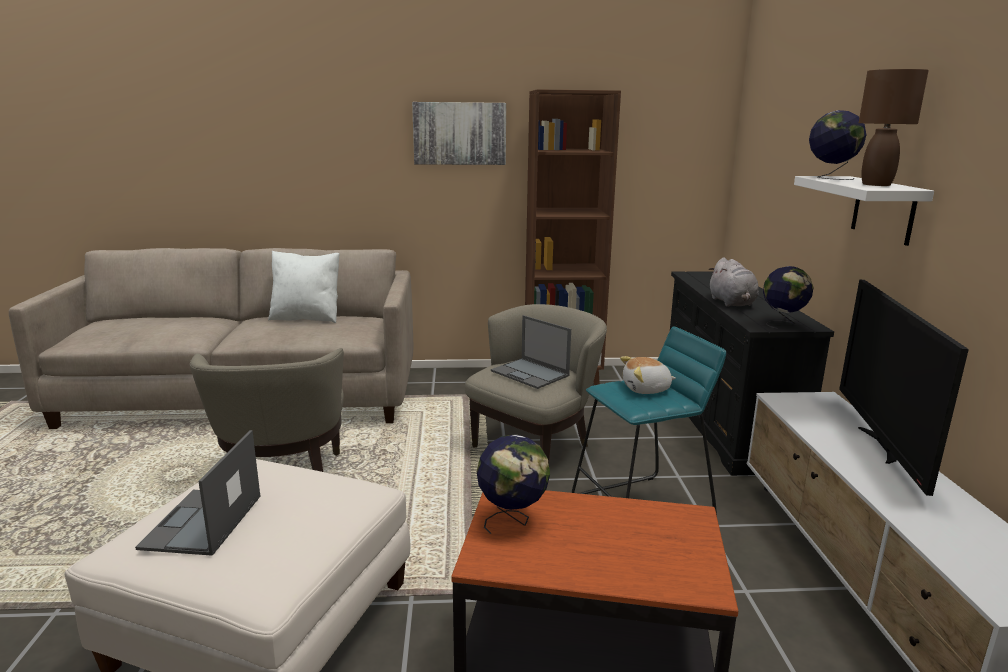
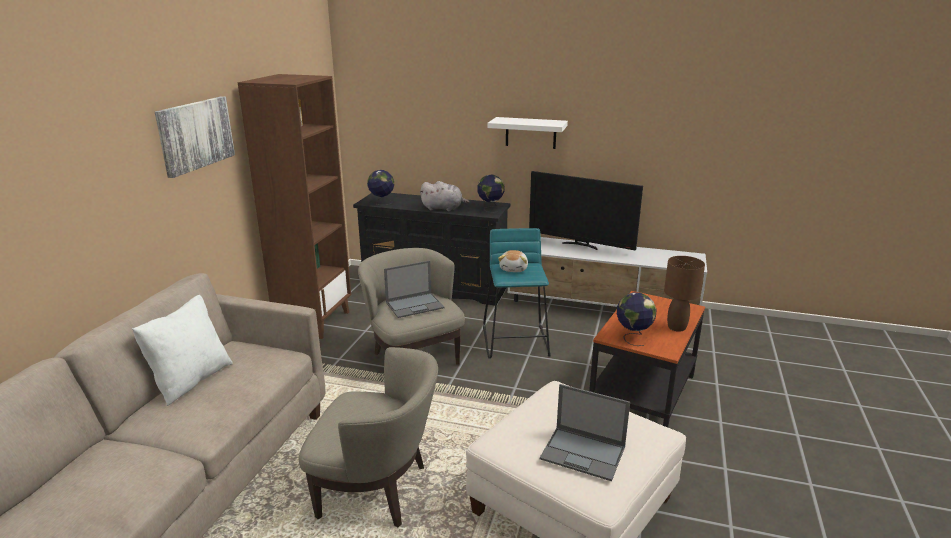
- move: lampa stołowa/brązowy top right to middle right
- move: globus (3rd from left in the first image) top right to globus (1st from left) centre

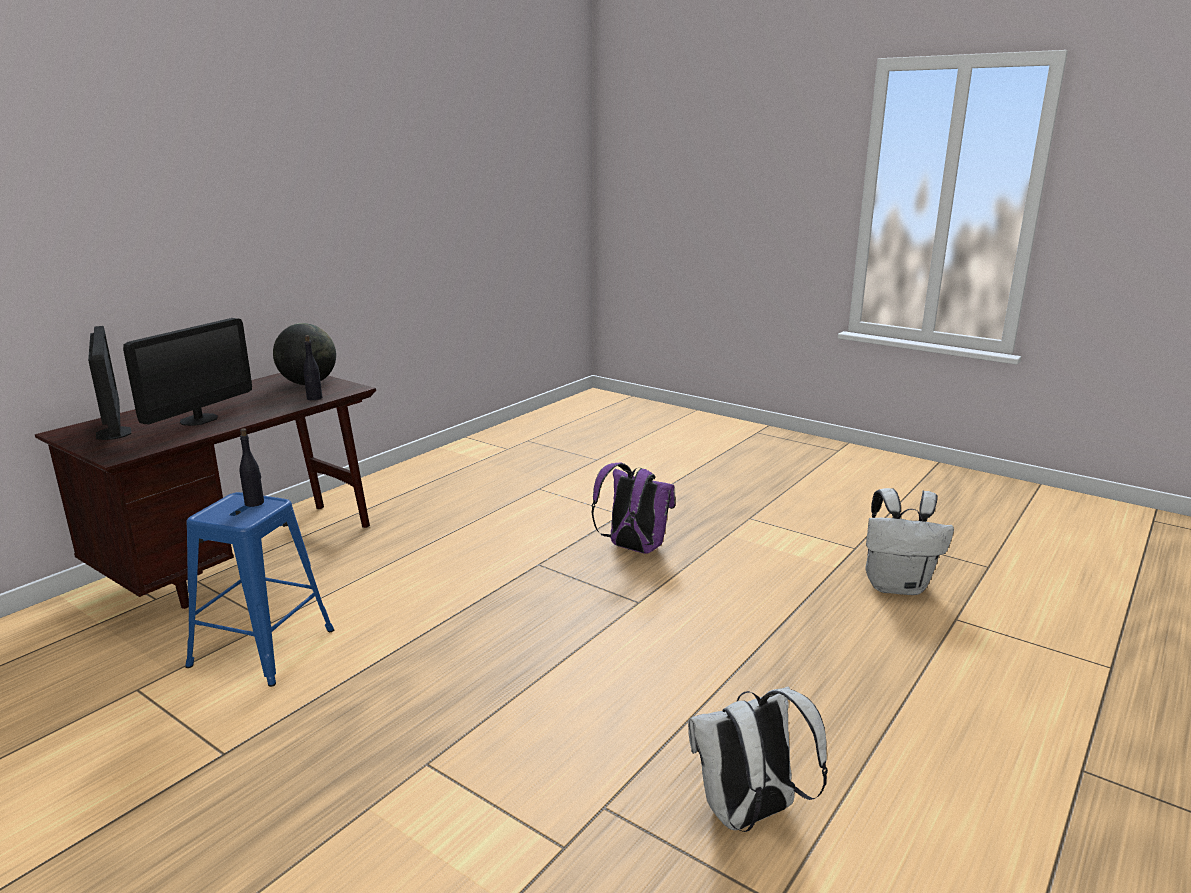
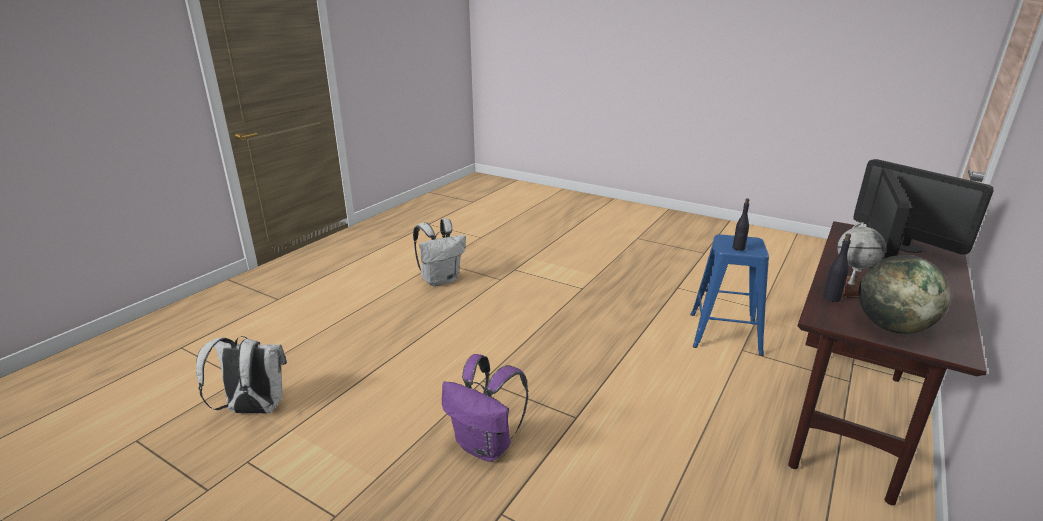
- insert: globus (1st from left) middle right

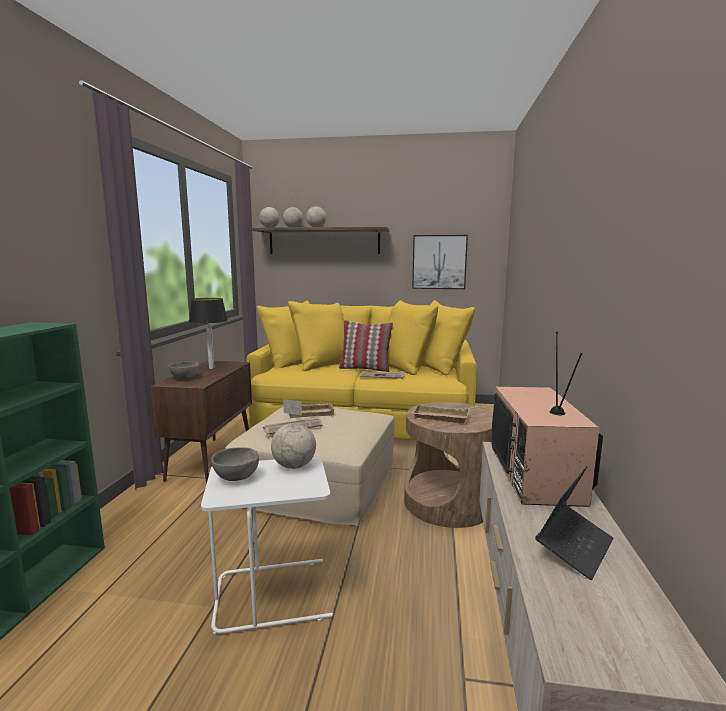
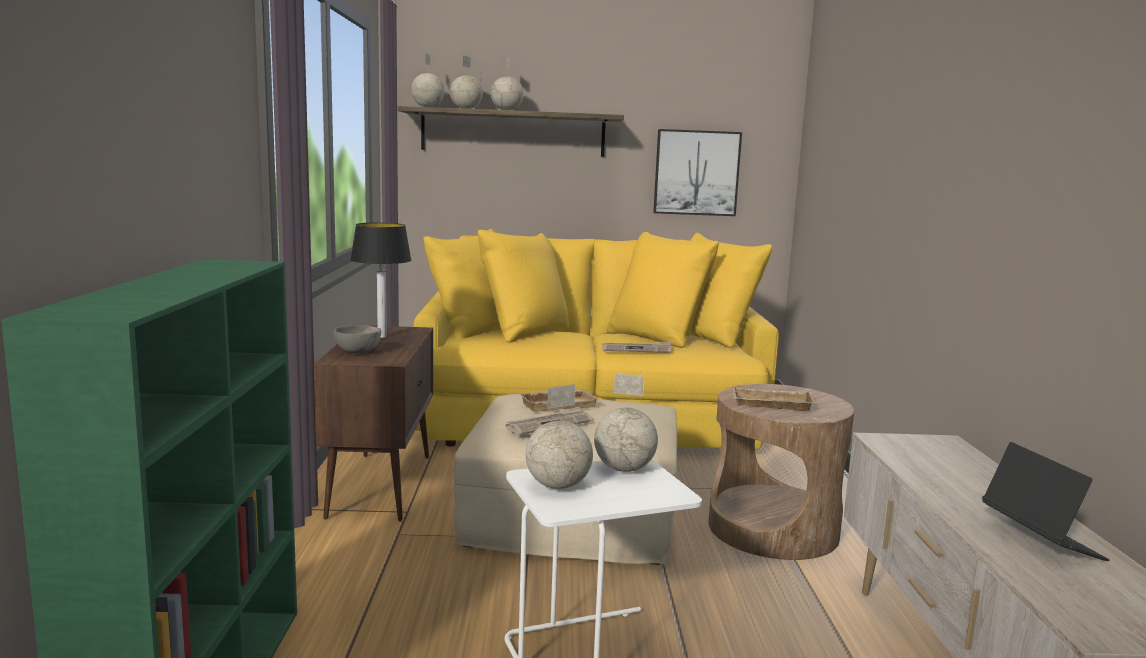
- delete: poduszka centre
- delete: telewizor middle right
- replace: miska/szary (2nd from left) middle left to globus (4th from left) centre
- rotate: laptop bottom right = bottom right 45 degrees counterclockwise

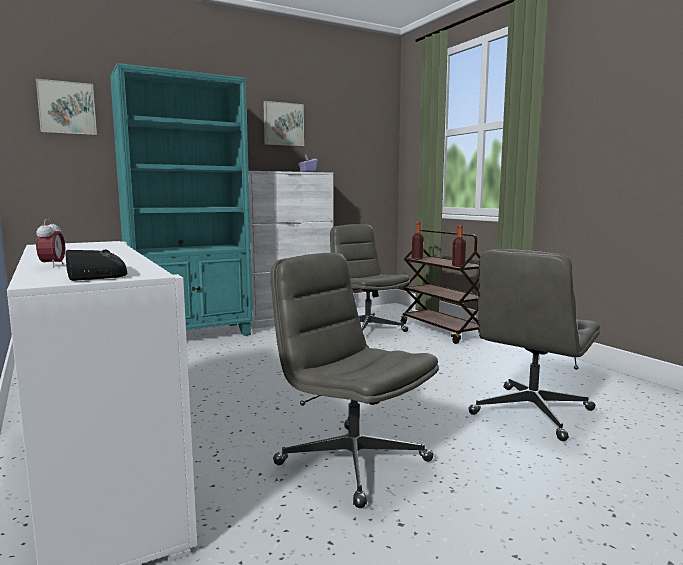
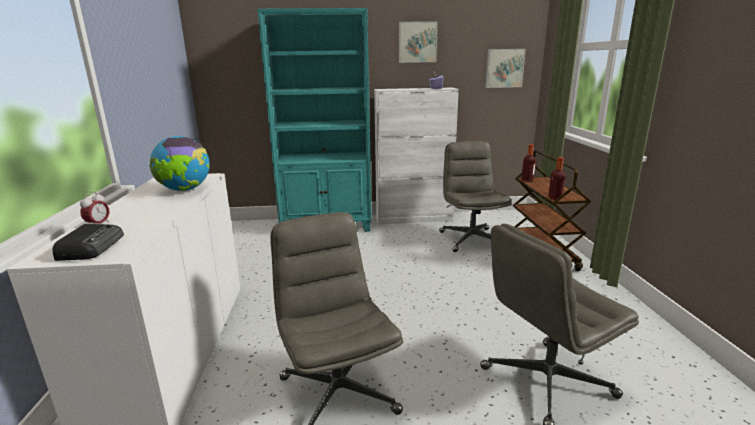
- move: obraz (1st from left in the first image) top left to obraz (2nd from left) top right
- insert: globus middle left

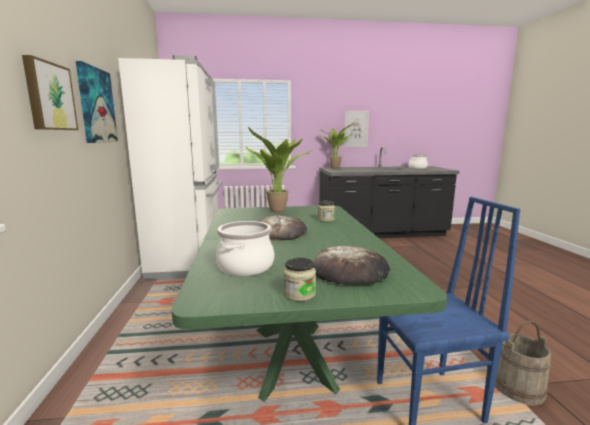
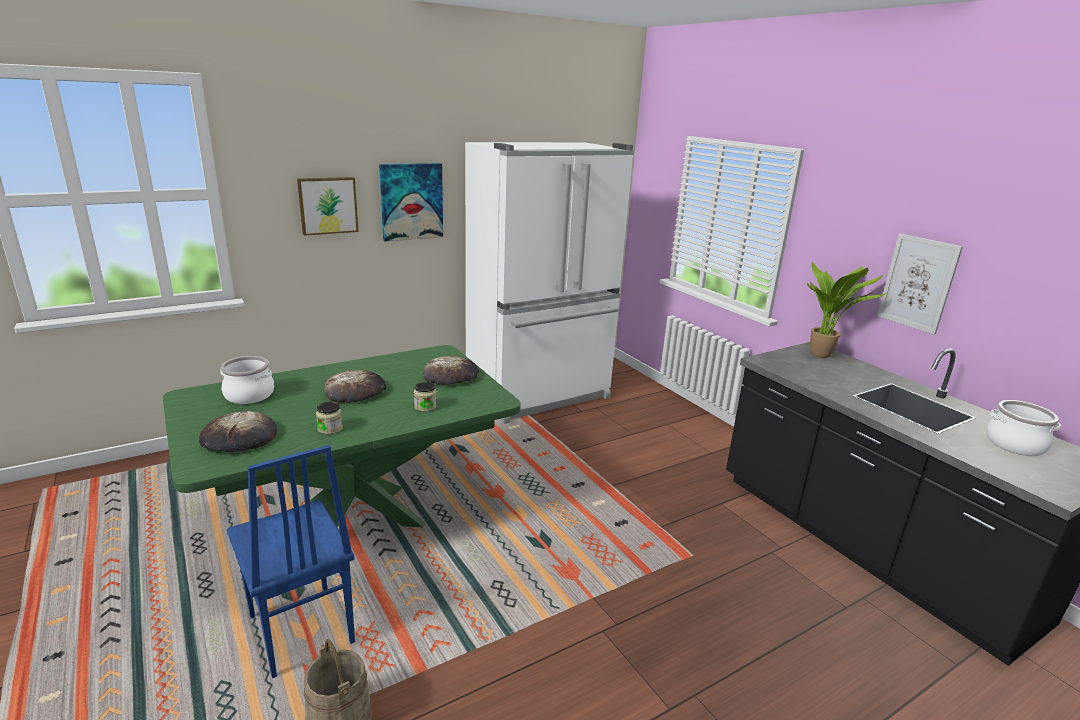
- replace: roślina doniczkowa (1st from left) centre to chleb (3rd from left) centre
- move: słoik (1st from left) centre to middle left

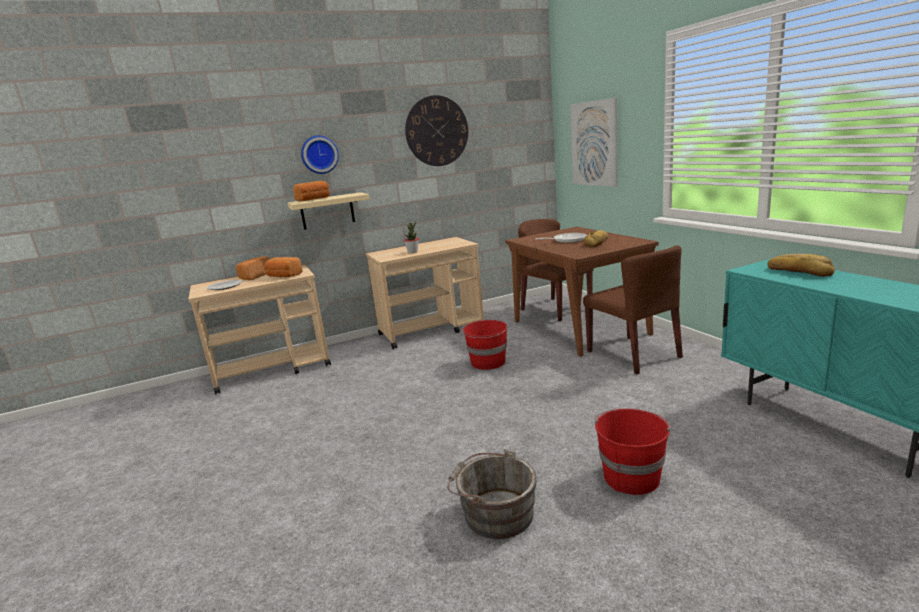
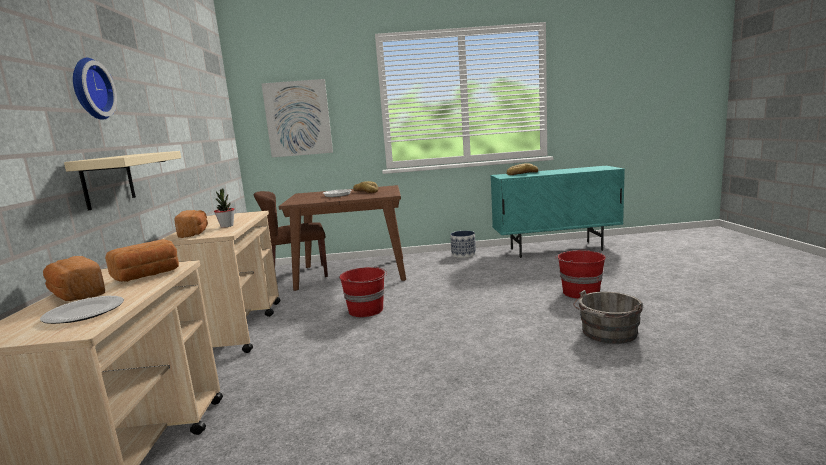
- delete: zegar ścienny (2nd from left) top centre
- move: chleb (3rd from left) top centre to middle left
- delete: krzesło/brązowy (2nd from left) middle right
- insert: donica centre

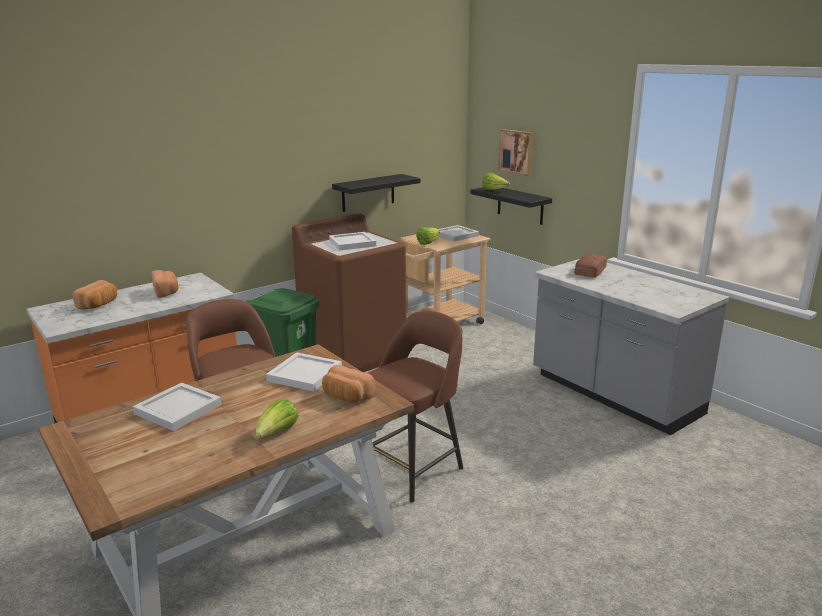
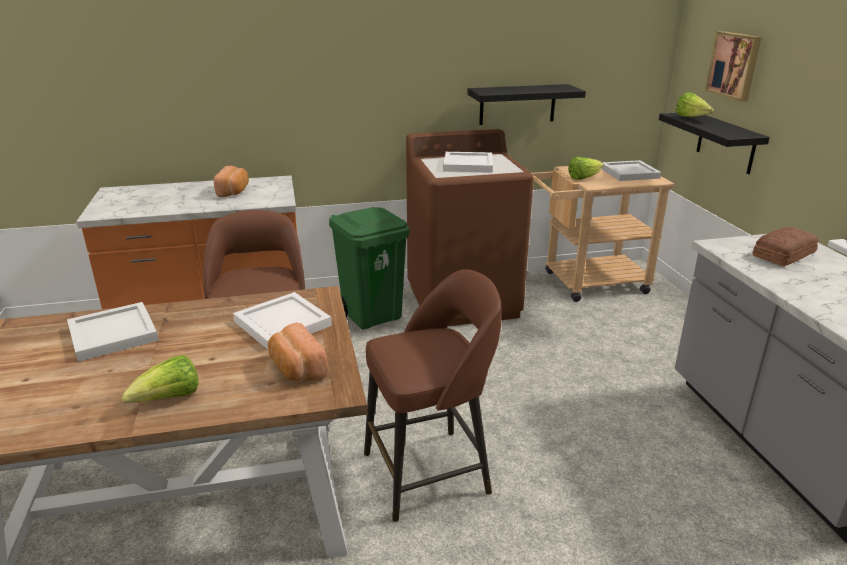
- delete: chleb (1st from left) middle left

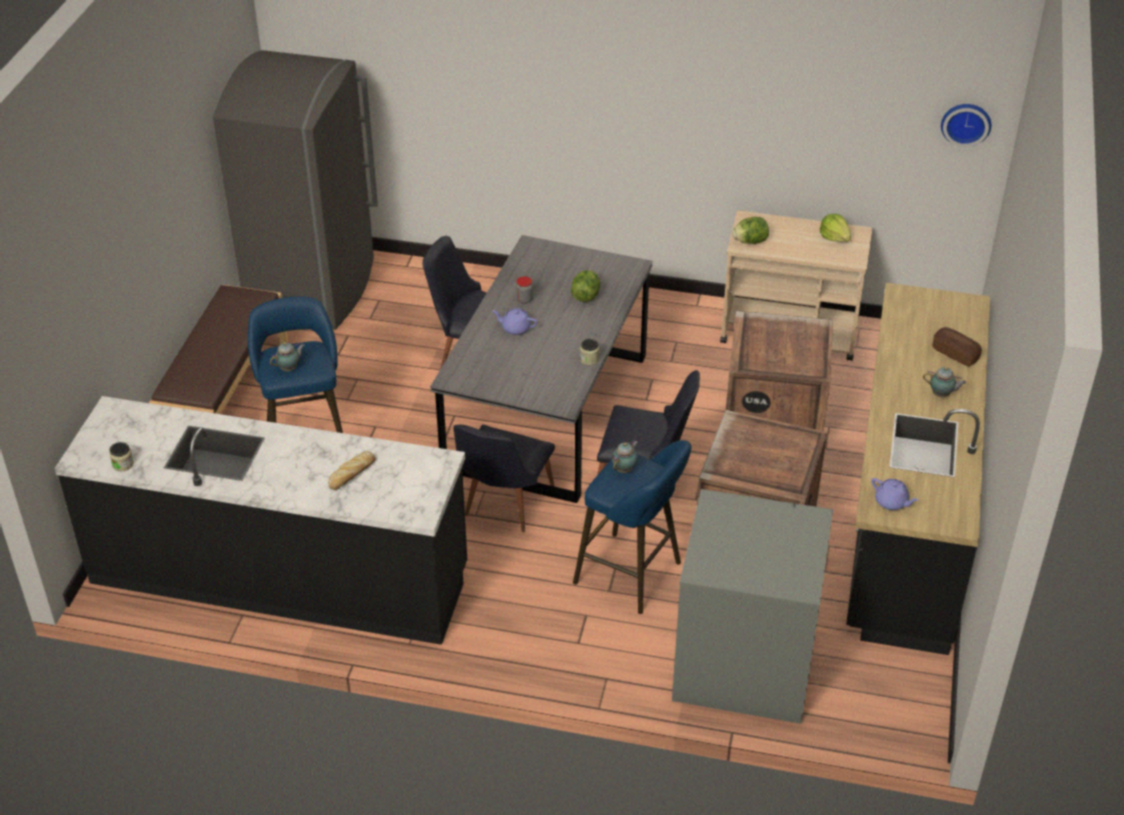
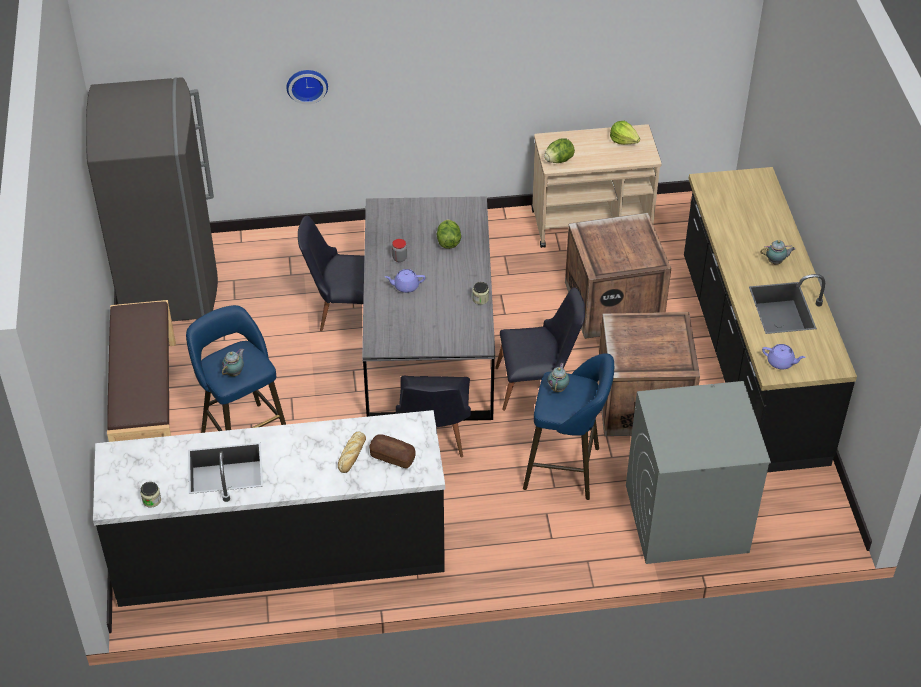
- move: zegar ścienny top right to top centre
- move: chleb (2nd from left) middle right to centre

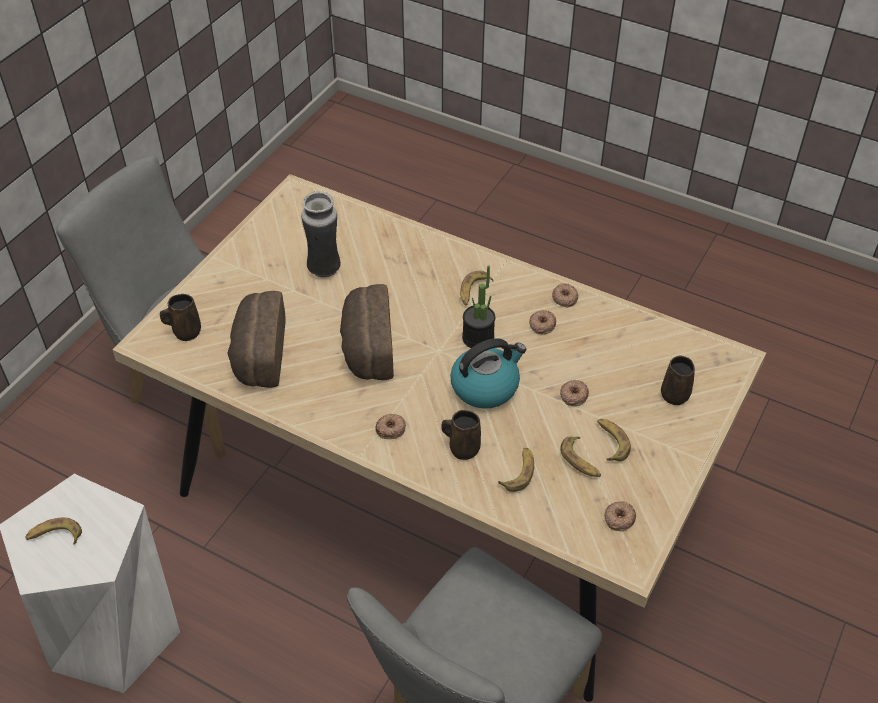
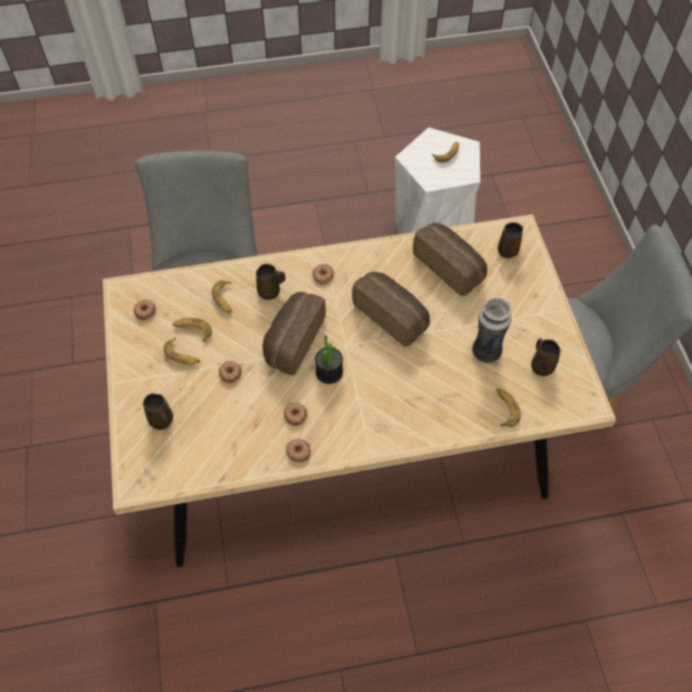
- move: banan (2nd from left in the first image) centre to banan (5th from left) middle right
- replace: czajnik centre to chleb (1st from left) centre
- insert: kubek/brązowy (4th from left) middle right

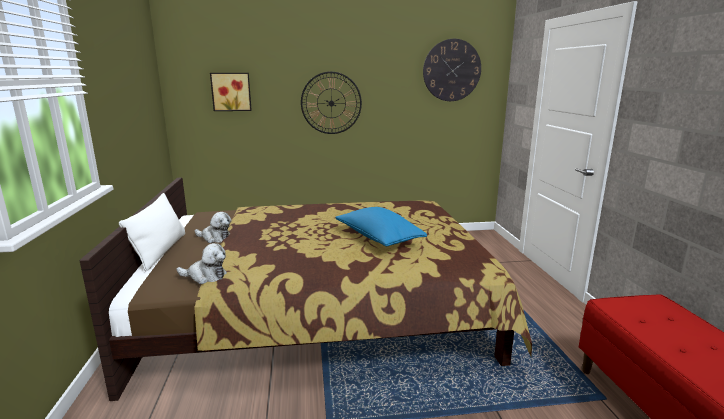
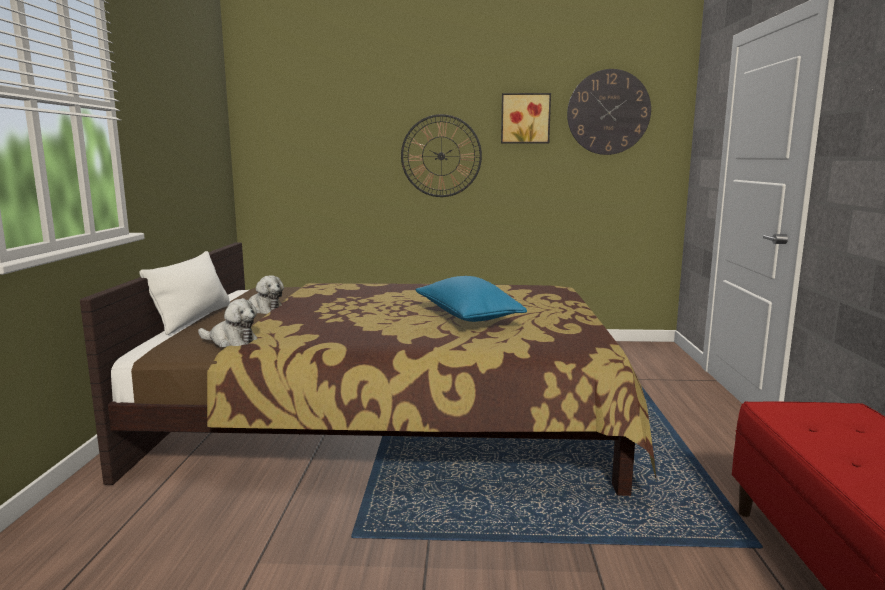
- move: obraz top left to top centre

